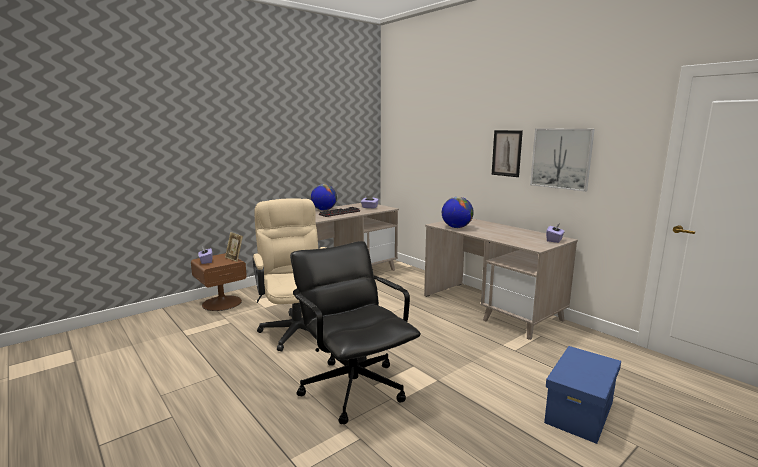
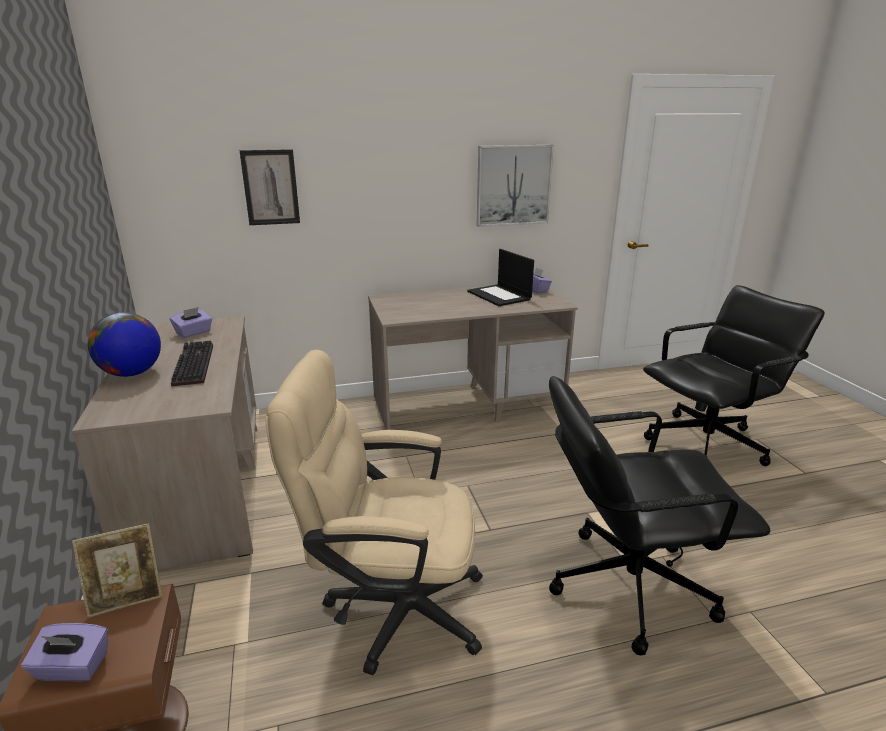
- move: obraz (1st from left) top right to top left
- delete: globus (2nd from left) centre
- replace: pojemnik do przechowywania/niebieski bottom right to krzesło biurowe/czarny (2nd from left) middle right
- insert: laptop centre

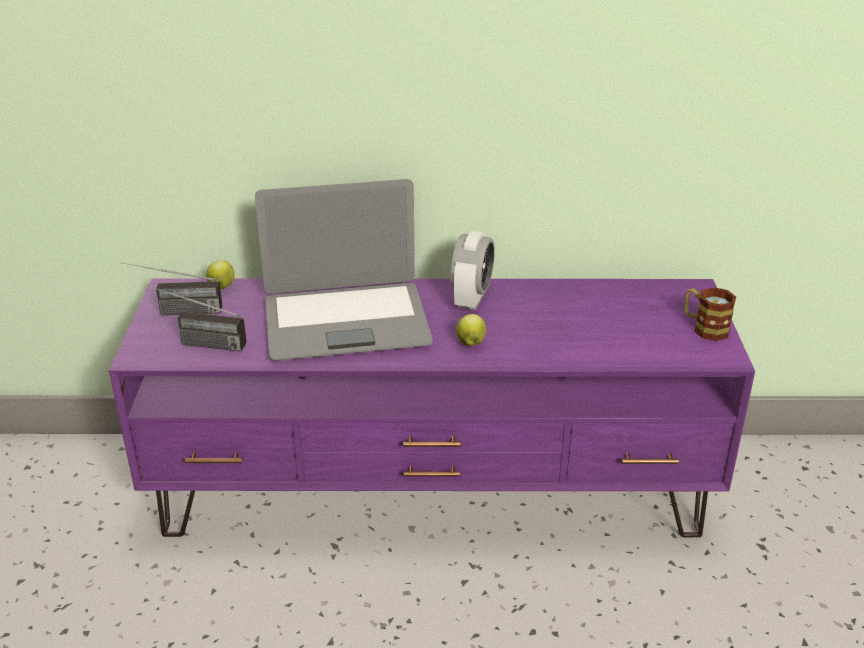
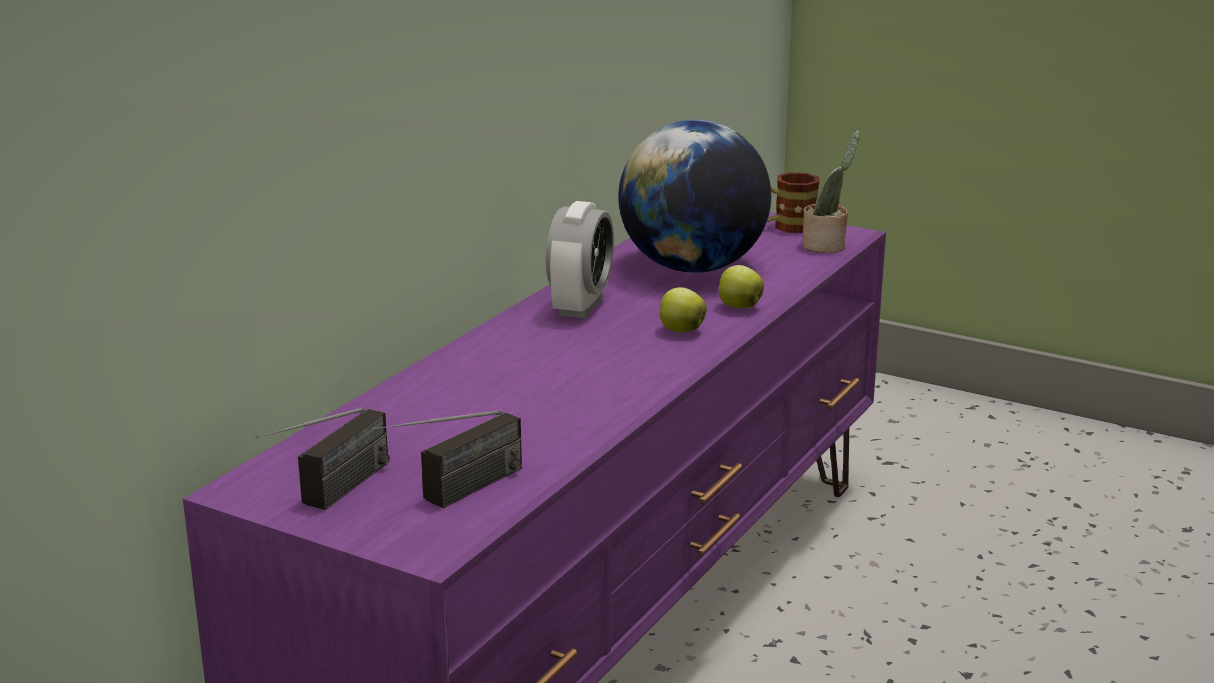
- delete: laptop centre
- rotate: budzik centre = centre 60 degrees clockwise
- move: jabłko (1st from left in the first image) middle left to jabłko (2nd from left) centre
- insert: globus top centre
- insert: roślina doniczkowa top right

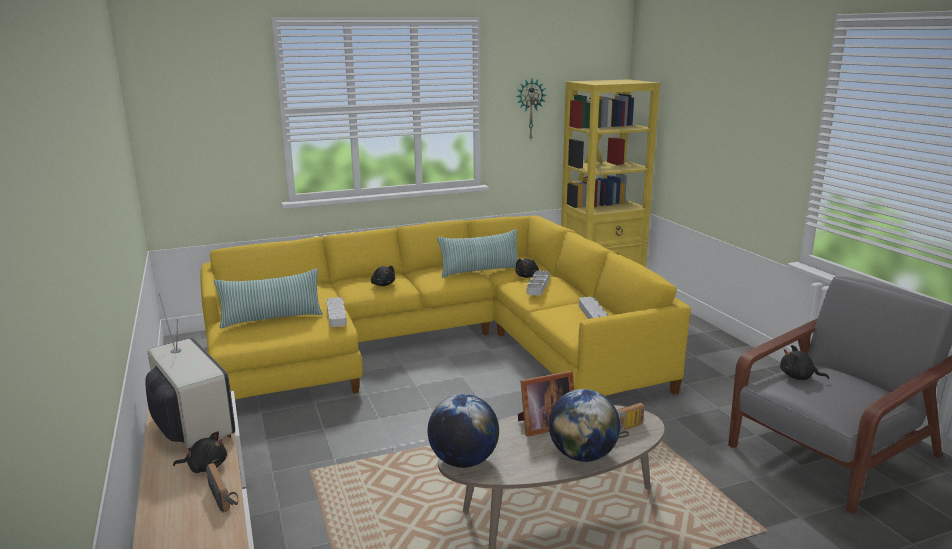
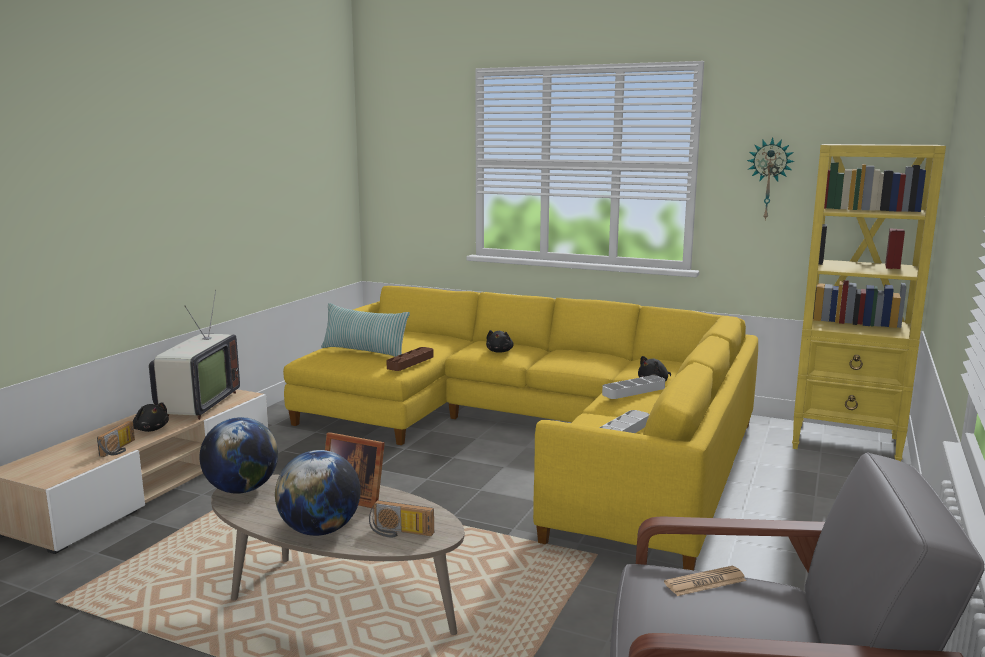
- delete: poduszka (2nd from left) centre
- recolor: taca/szary (1st from left) centre to taca/brązowy centre
- replace: pluszak/czarny (4th from left) middle right to gazeta bottom right

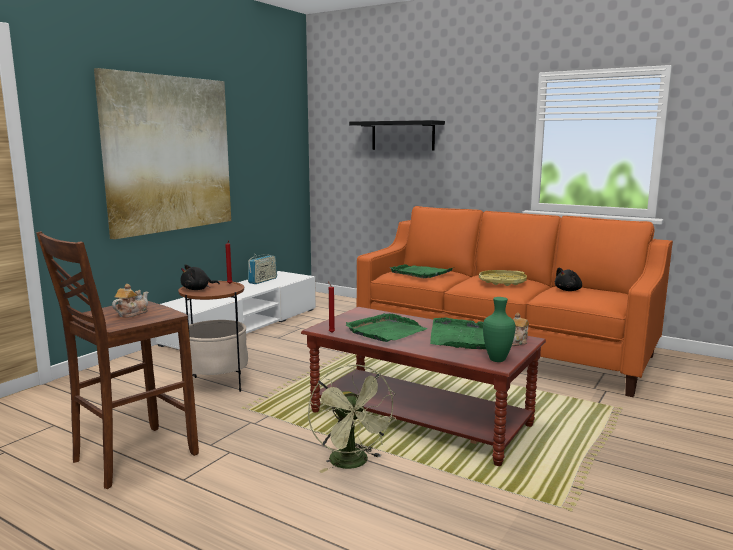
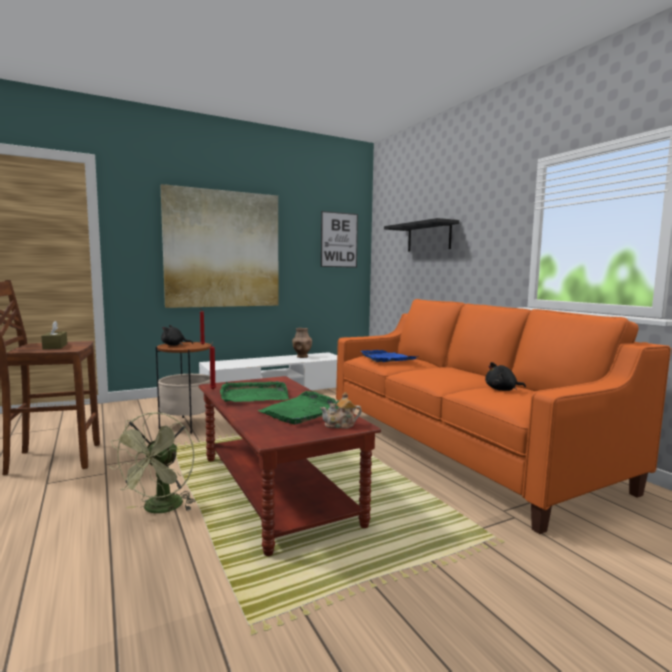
- replace: radio centre to wazon/brązowy centre
- recolor: taca/zielony (2nd from left) centre to taca/niebieski centre
- delete: taca/żółty middle right
- replace: imbryk (1st from left) middle left to pudełko chusteczek/brązowy middle left
- delete: wazon/zielony middle right
- insert: obraz (2nd from left) centre

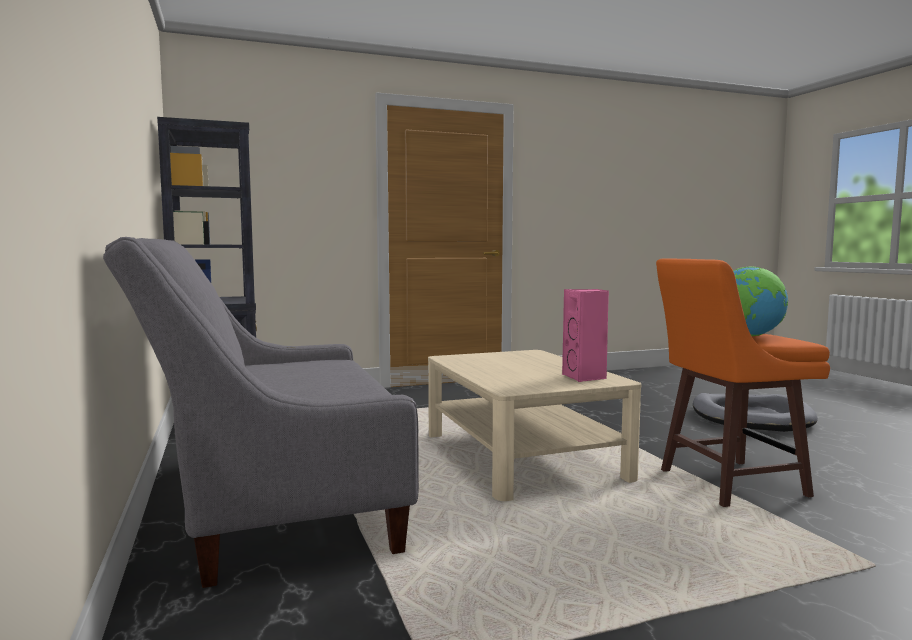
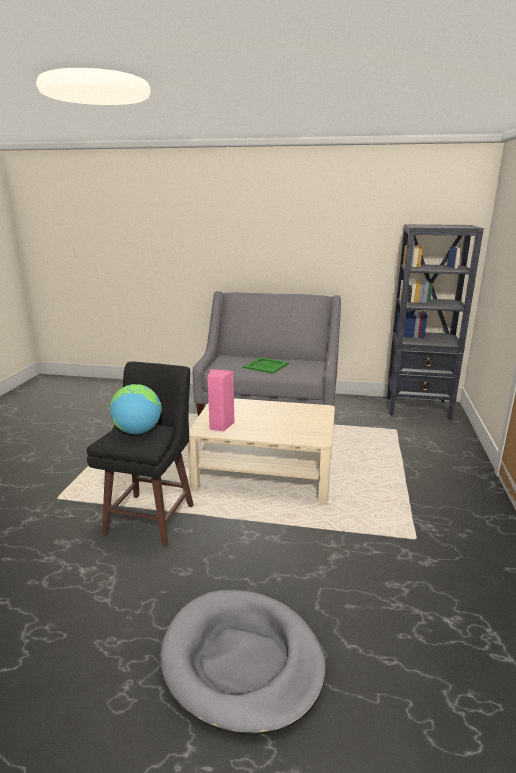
- recolor: stołek/pomarańczowy middle right to stołek/czarny middle left
- insert: taca/zielony centre

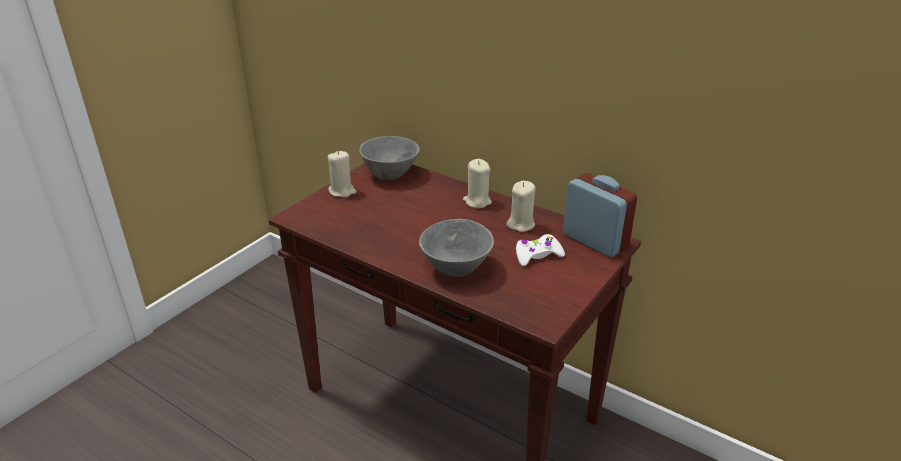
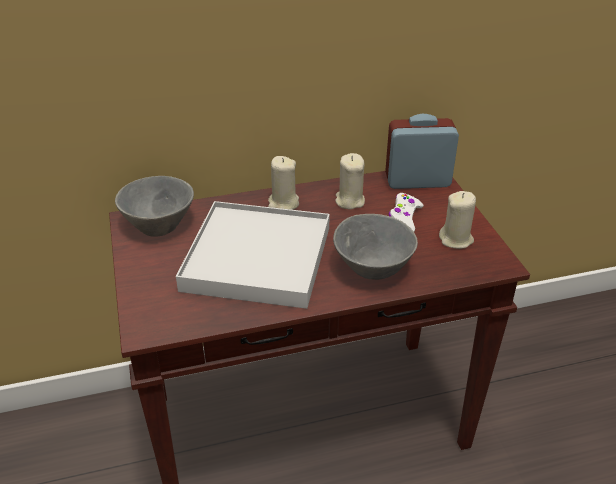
- move: świeca/beżowy (1st from left in the first image) centre to świeca/beżowy (3rd from left) middle right
- insert: taca/biały centre

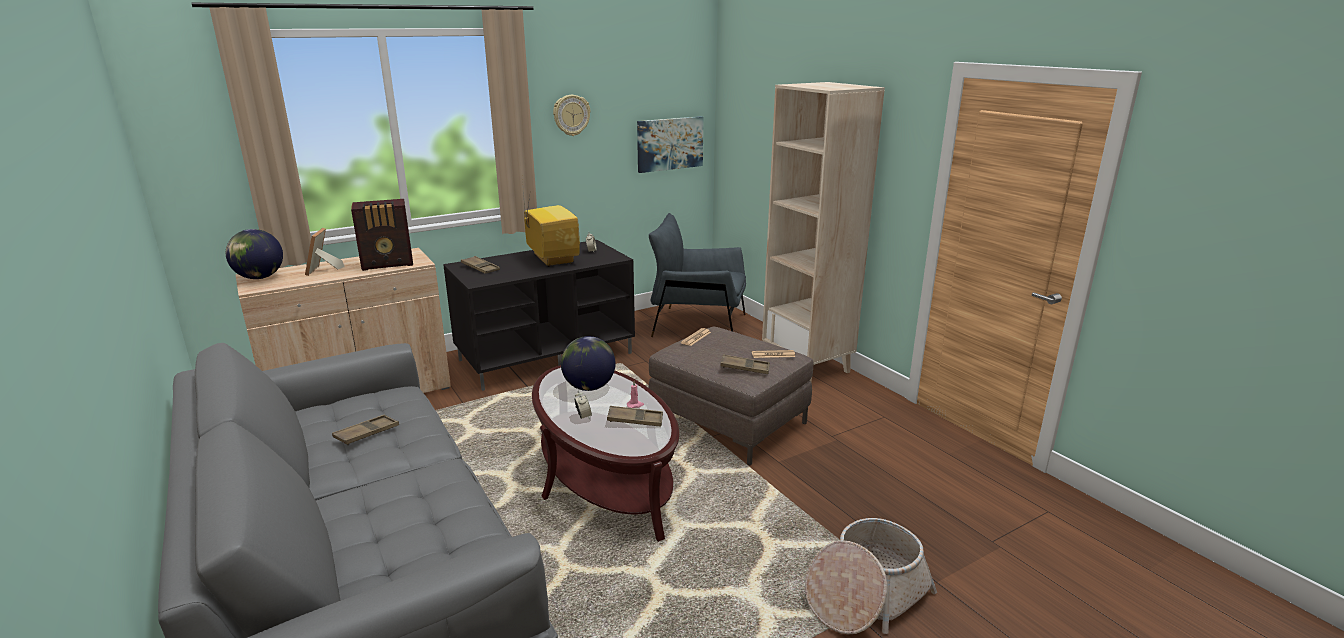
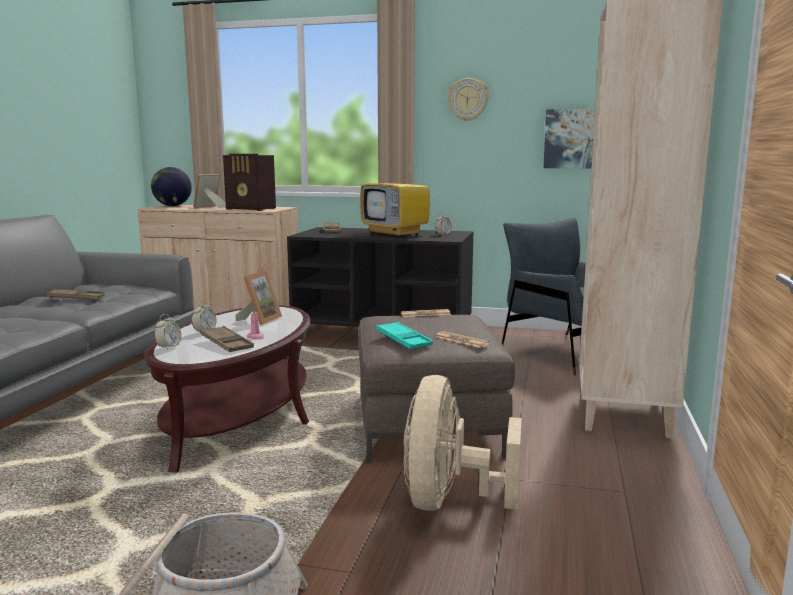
- rotate: telewizor centre = centre 120 degrees clockwise
- replace: globus (2nd from left) centre to ramka na zdjęcie (2nd from left) middle left
- recolor: taca/brązowy (4th from left) centre to taca/turkusowy centre
- insert: budzik (1st from left) middle left
- insert: wentylator/beżowy bottom centre

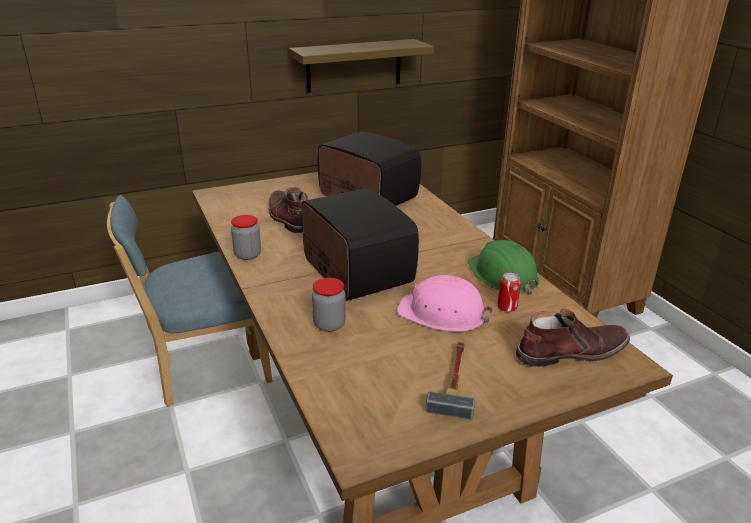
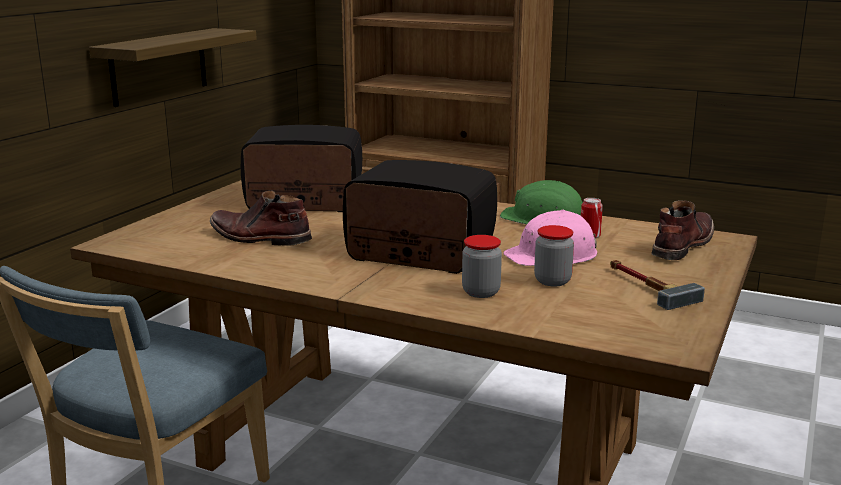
- move: słoik (1st from left in the first image) middle left to słoik (2nd from left) centre

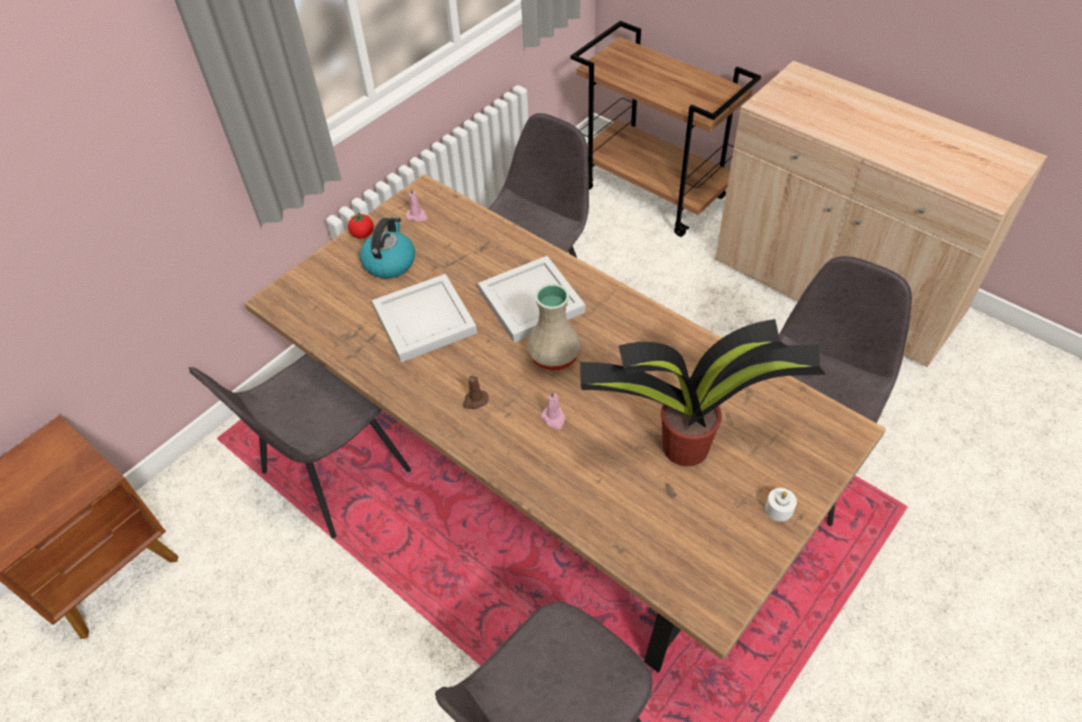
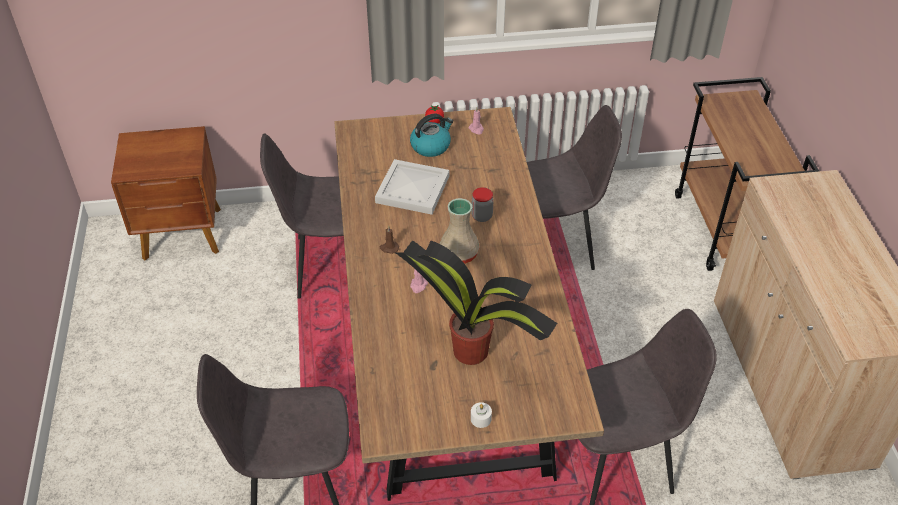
- replace: taca/biały (2nd from left) centre to słoik centre

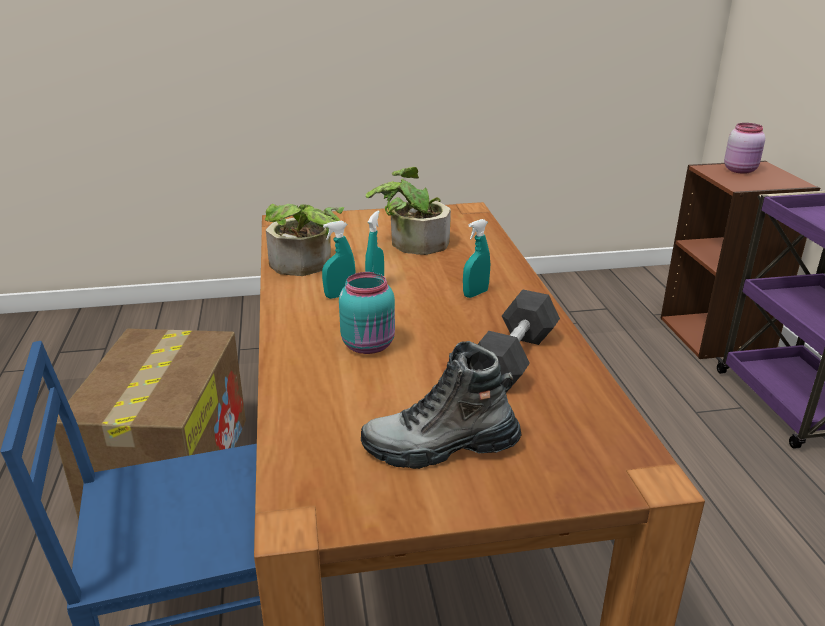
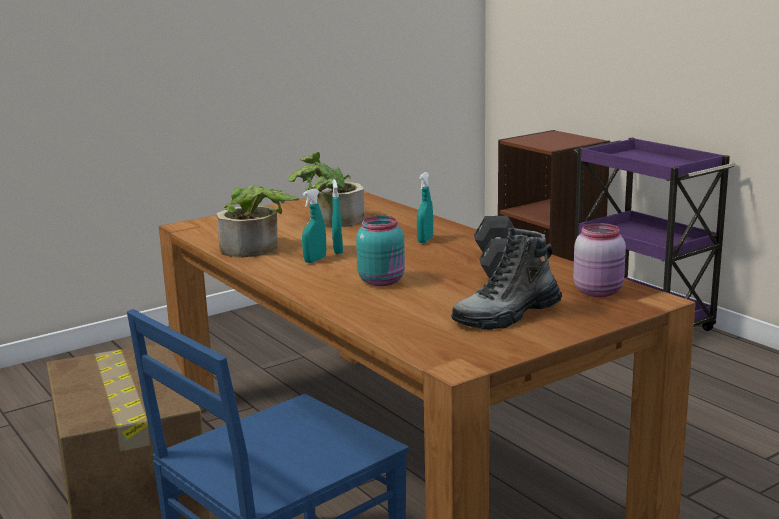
- move: słoik/różowy top right to middle right

